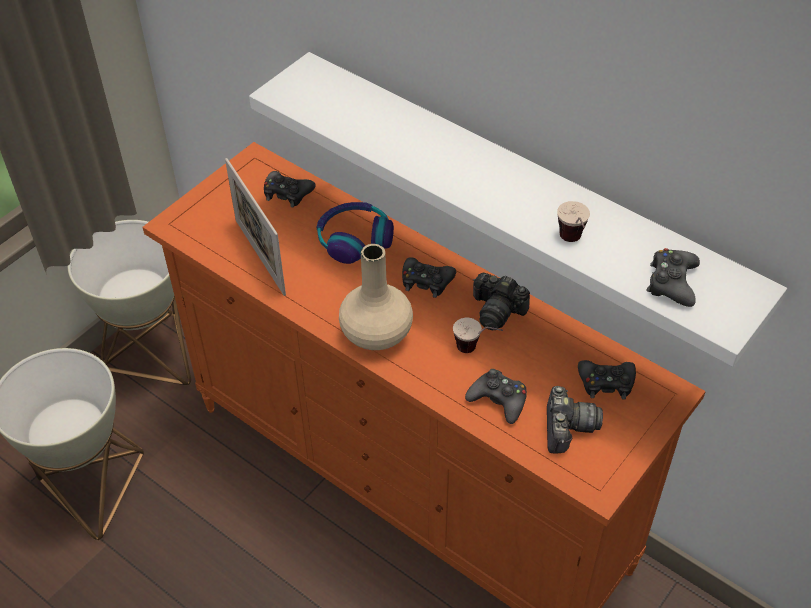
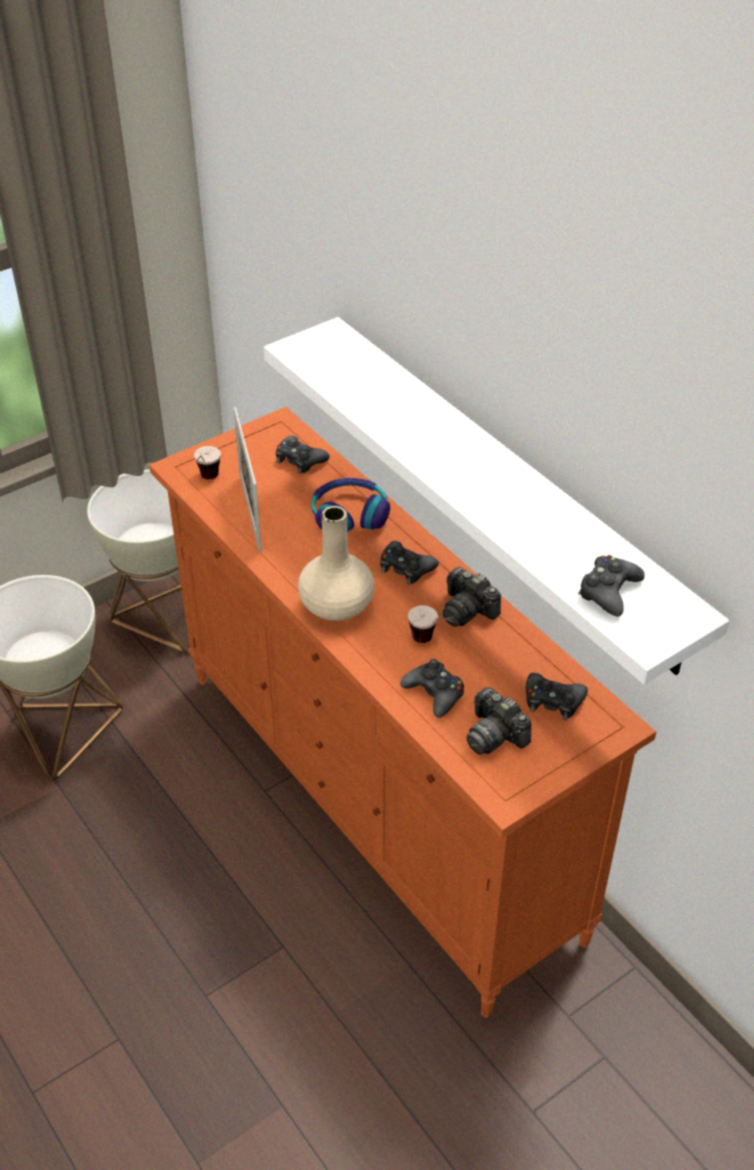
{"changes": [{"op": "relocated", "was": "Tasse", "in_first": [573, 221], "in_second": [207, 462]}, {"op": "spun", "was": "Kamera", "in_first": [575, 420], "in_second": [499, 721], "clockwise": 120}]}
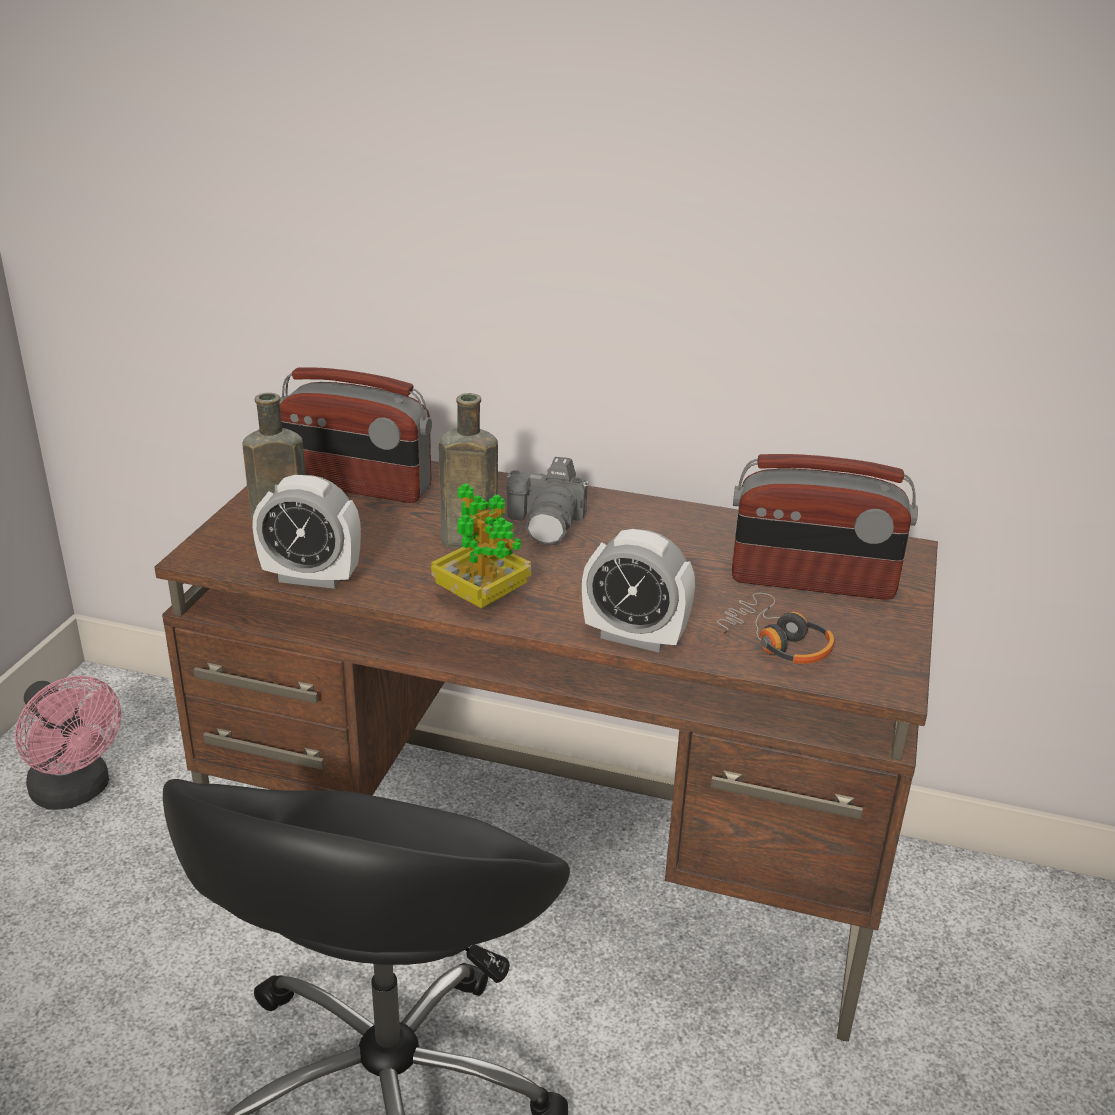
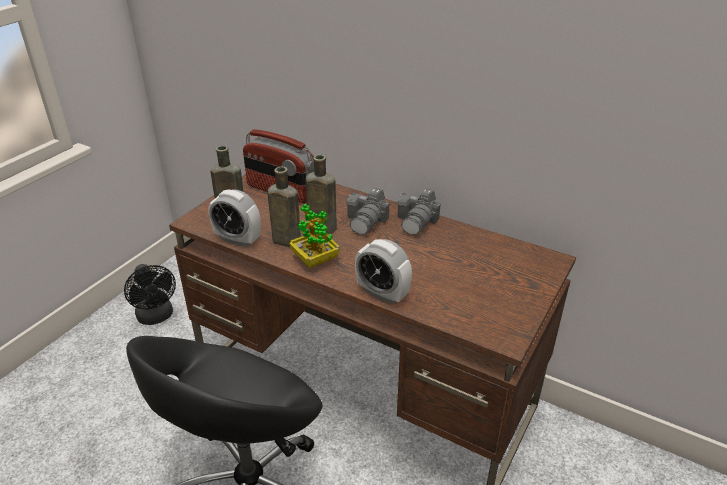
{"changes": [{"op": "colour", "was": "Ventilator [rosa]", "now": "Ventilator [schwarz]", "in_first": [68, 743], "in_second": [150, 294]}, {"op": "appeared", "now": "Flasche [braun]", "in_second": [284, 206]}, {"op": "appeared", "now": "Kamera", "in_second": [418, 211]}, {"op": "missing", "was": "Kopfhörer", "in_first": [775, 628]}, {"op": "missing", "was": "Radio", "in_first": [825, 527]}]}
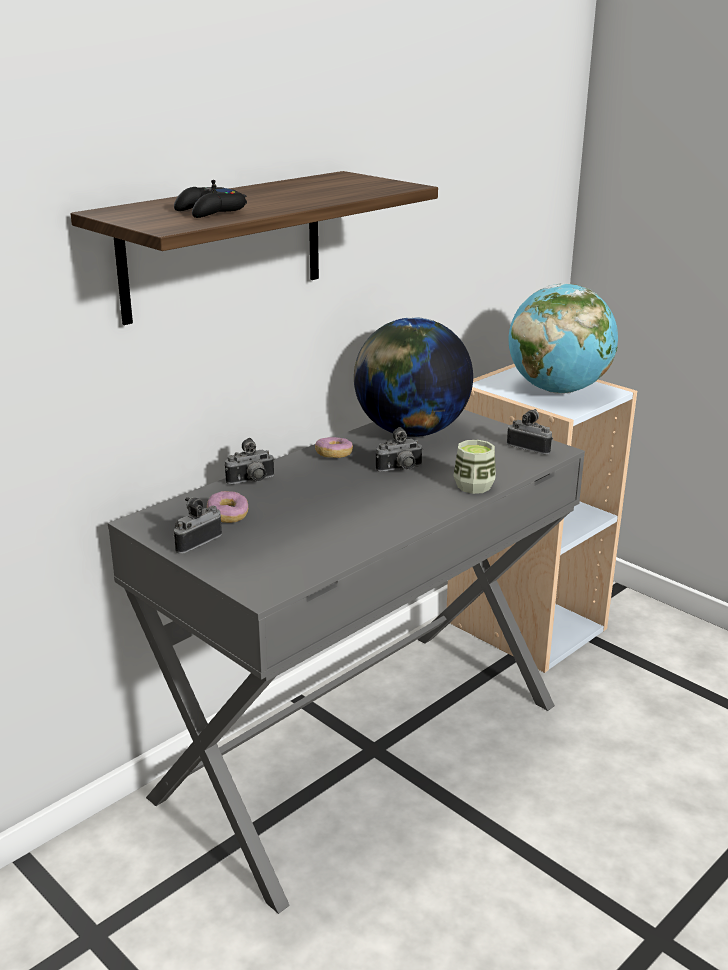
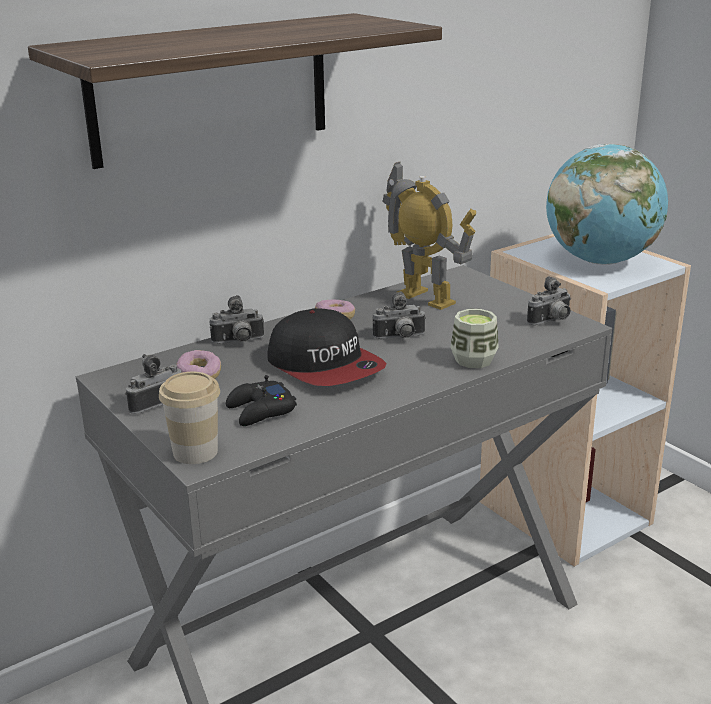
{"changes": [{"op": "appeared", "now": "Tasse", "in_second": [189, 418]}, {"op": "relocated", "was": "Gamepad [schwarz]", "in_first": [210, 199], "in_second": [261, 400]}, {"op": "appeared", "now": "Kappe", "in_second": [327, 347]}, {"op": "exchanged", "was": "Globus", "now": "Spielzeugroboter", "in_first": [413, 377], "in_second": [429, 235]}, {"op": "spun", "was": "Kamera", "in_first": [530, 432], "in_second": [549, 300], "clockwise": 105}]}
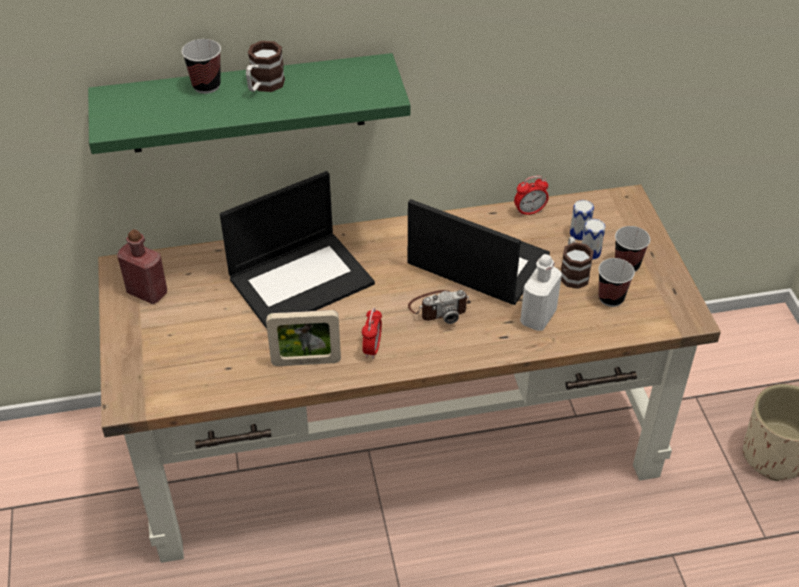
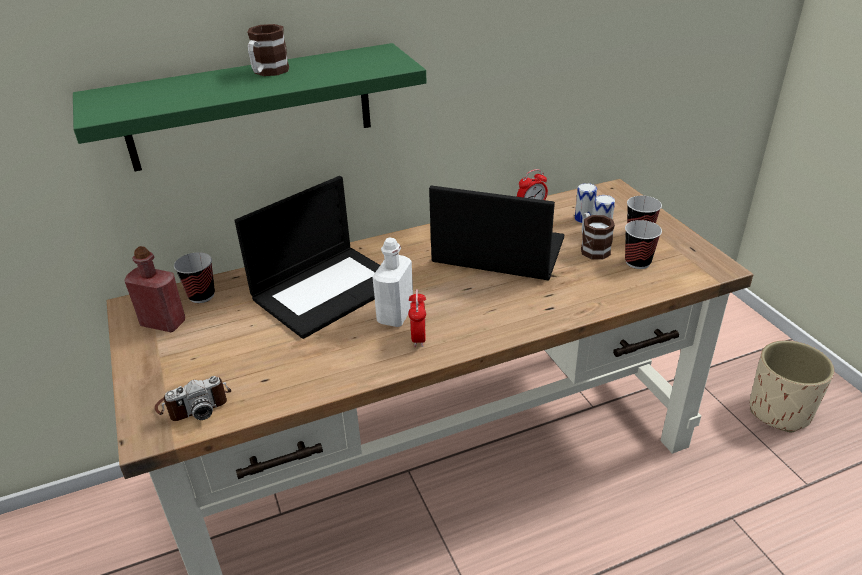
{"changes": [{"op": "relocated", "was": "Kamera", "in_first": [439, 307], "in_second": [193, 398]}, {"op": "relocated", "was": "Tasse", "in_first": [201, 66], "in_second": [194, 277]}, {"op": "relocated", "was": "Flasche [weiß]", "in_first": [541, 292], "in_second": [392, 282]}, {"op": "missing", "was": "Bilderrahmen", "in_first": [303, 338]}]}
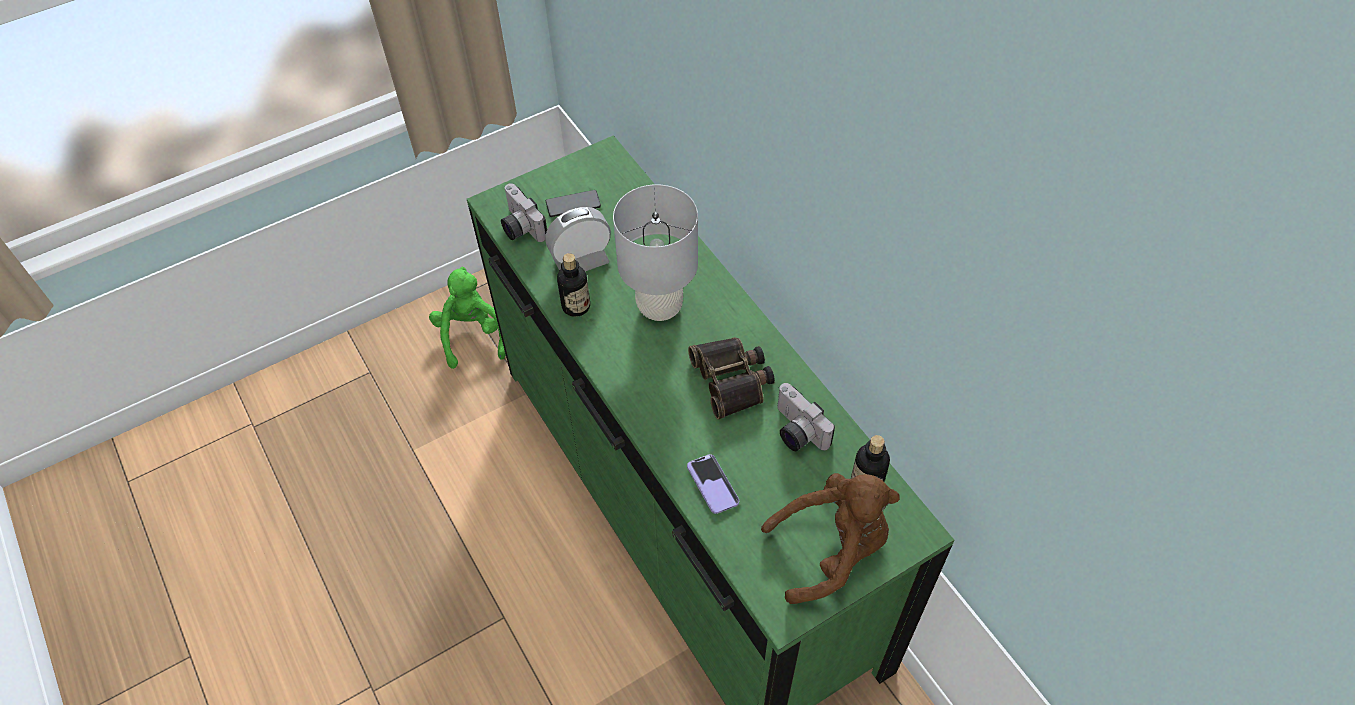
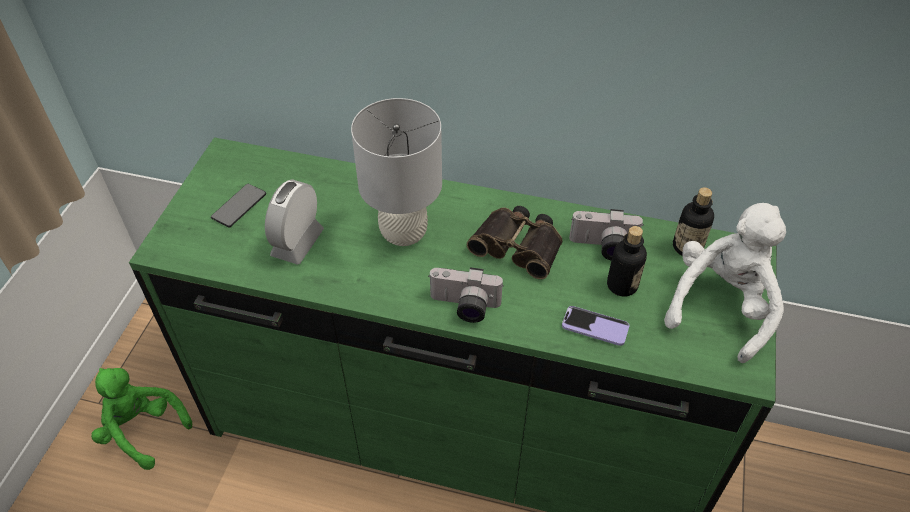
{"changes": [{"op": "relocated", "was": "Kamera", "in_first": [524, 212], "in_second": [466, 295]}, {"op": "relocated", "was": "Flasche", "in_first": [573, 285], "in_second": [627, 261]}, {"op": "colour", "was": "Plüschtier [braun]", "now": "Plüschtier [weiß]", "in_first": [830, 538], "in_second": [725, 283]}]}
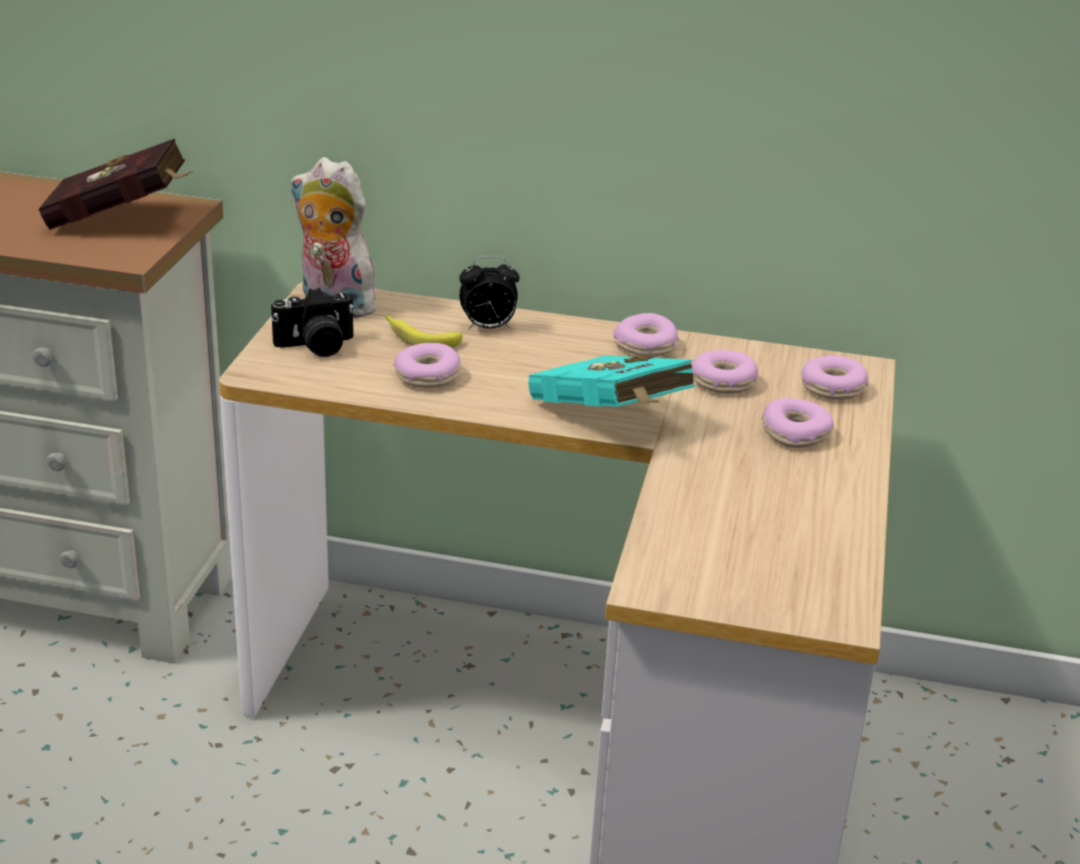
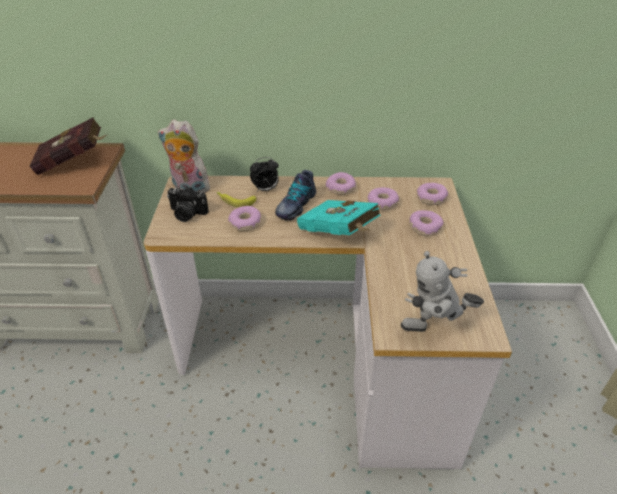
{"changes": [{"op": "spun", "was": "Kamera", "in_first": [313, 322], "in_second": [188, 204], "clockwise": 45}, {"op": "appeared", "now": "Schuh", "in_second": [295, 195]}, {"op": "appeared", "now": "Spielzeugroboter", "in_second": [442, 291]}]}
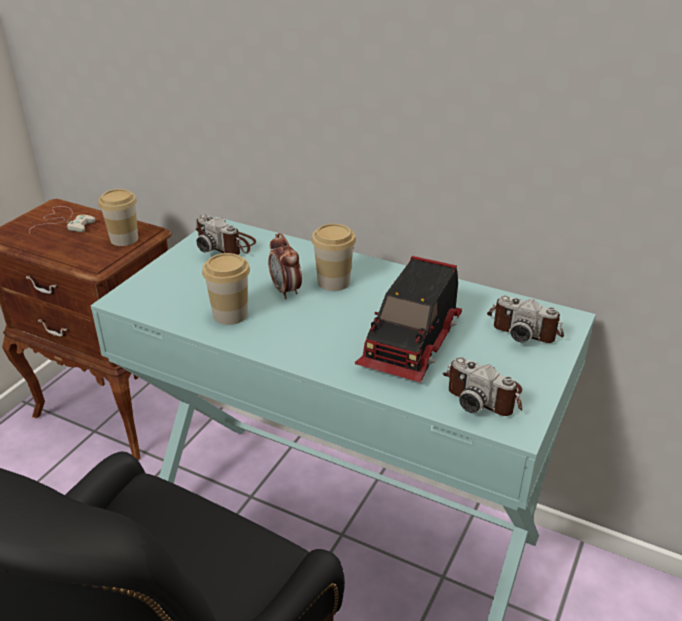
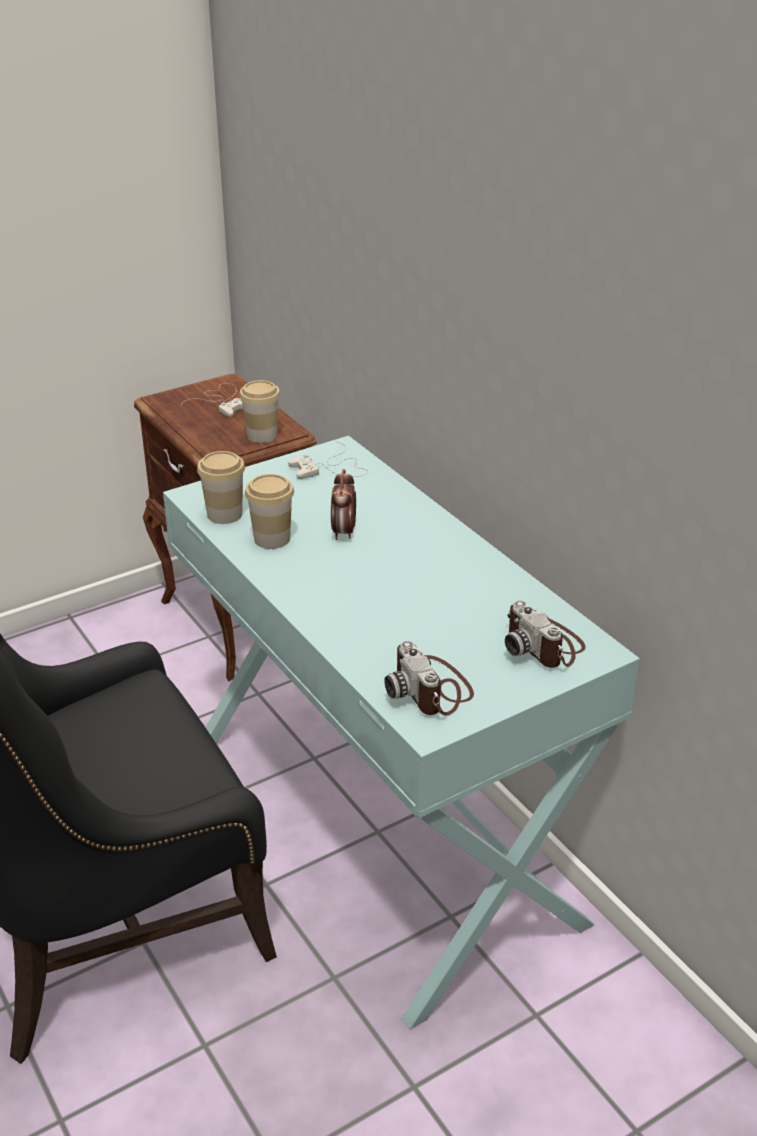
{"changes": [{"op": "relocated", "was": "Tasse", "in_first": [333, 257], "in_second": [221, 487]}, {"op": "exchanged", "was": "Kamera", "now": "Gamepad [weiß]", "in_first": [226, 234], "in_second": [328, 460]}, {"op": "missing", "was": "Spielzeuglaster", "in_first": [408, 319]}]}
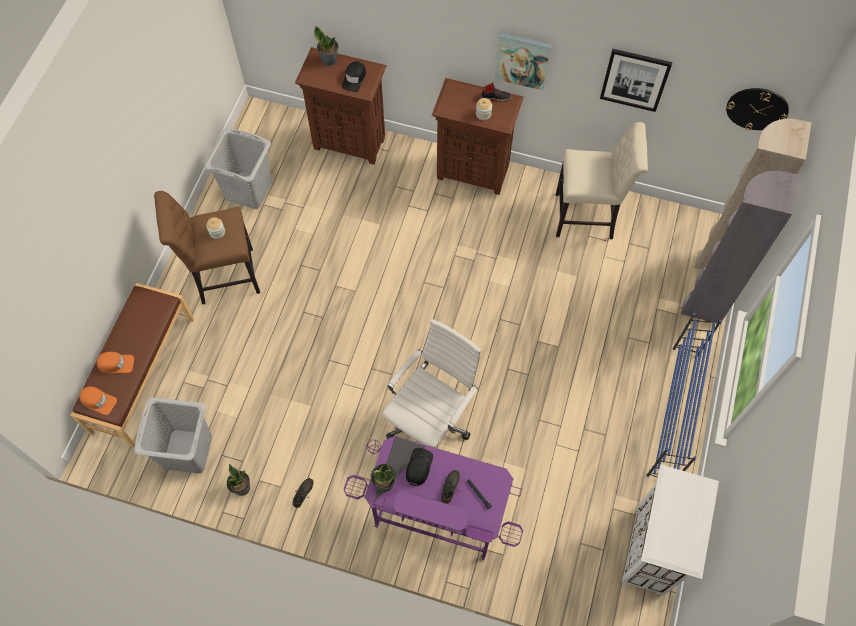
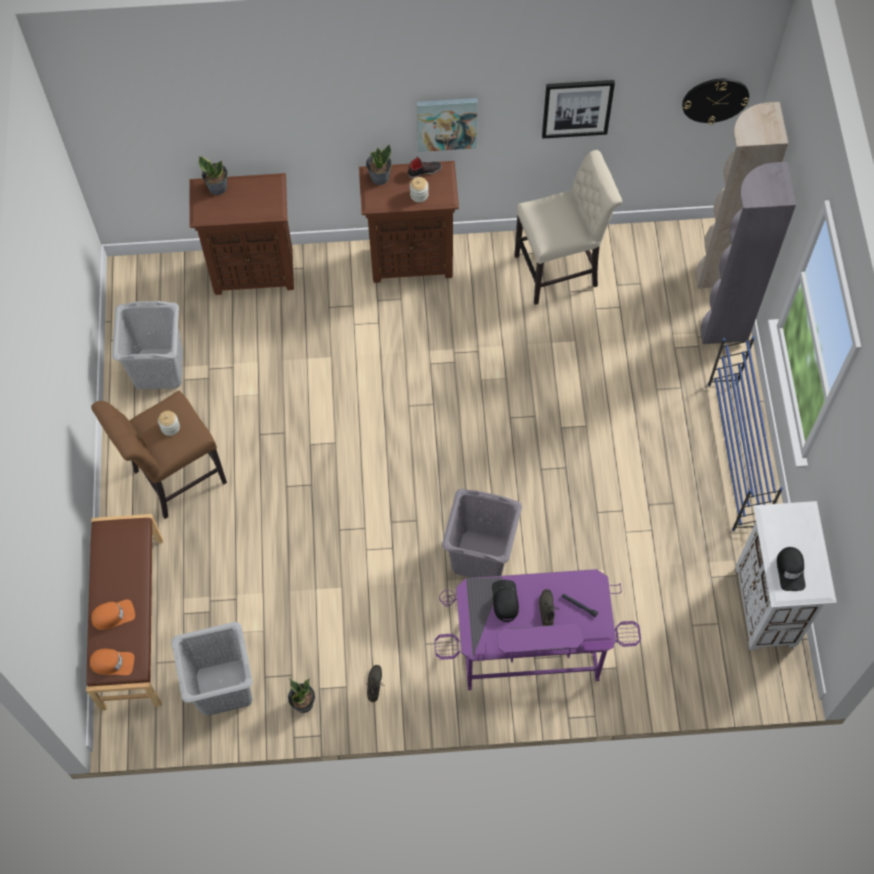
{"changes": [{"op": "relocated", "was": "Topfpflanze", "in_first": [383, 477], "in_second": [379, 165]}, {"op": "exchanged", "was": "Bürostuhl [weiß]", "now": "Wäschekorb [grau]", "in_first": [431, 383], "in_second": [482, 533]}, {"op": "relocated", "was": "Kappe [schwarz]", "in_first": [354, 76], "in_second": [791, 569]}]}
